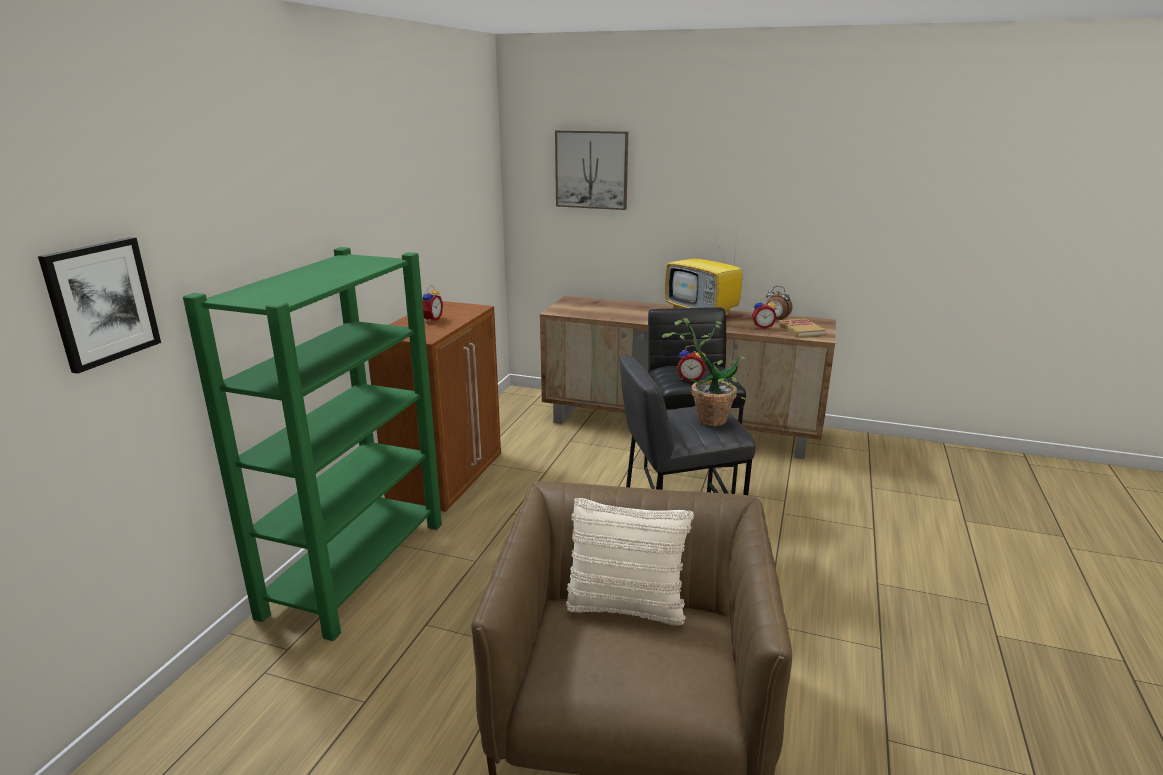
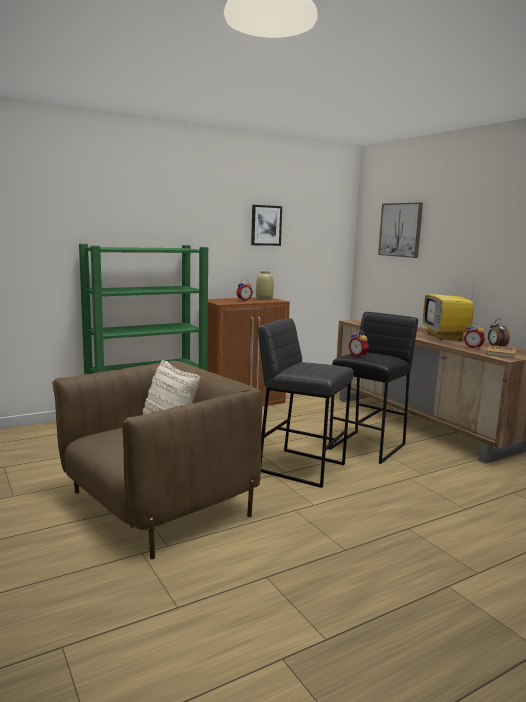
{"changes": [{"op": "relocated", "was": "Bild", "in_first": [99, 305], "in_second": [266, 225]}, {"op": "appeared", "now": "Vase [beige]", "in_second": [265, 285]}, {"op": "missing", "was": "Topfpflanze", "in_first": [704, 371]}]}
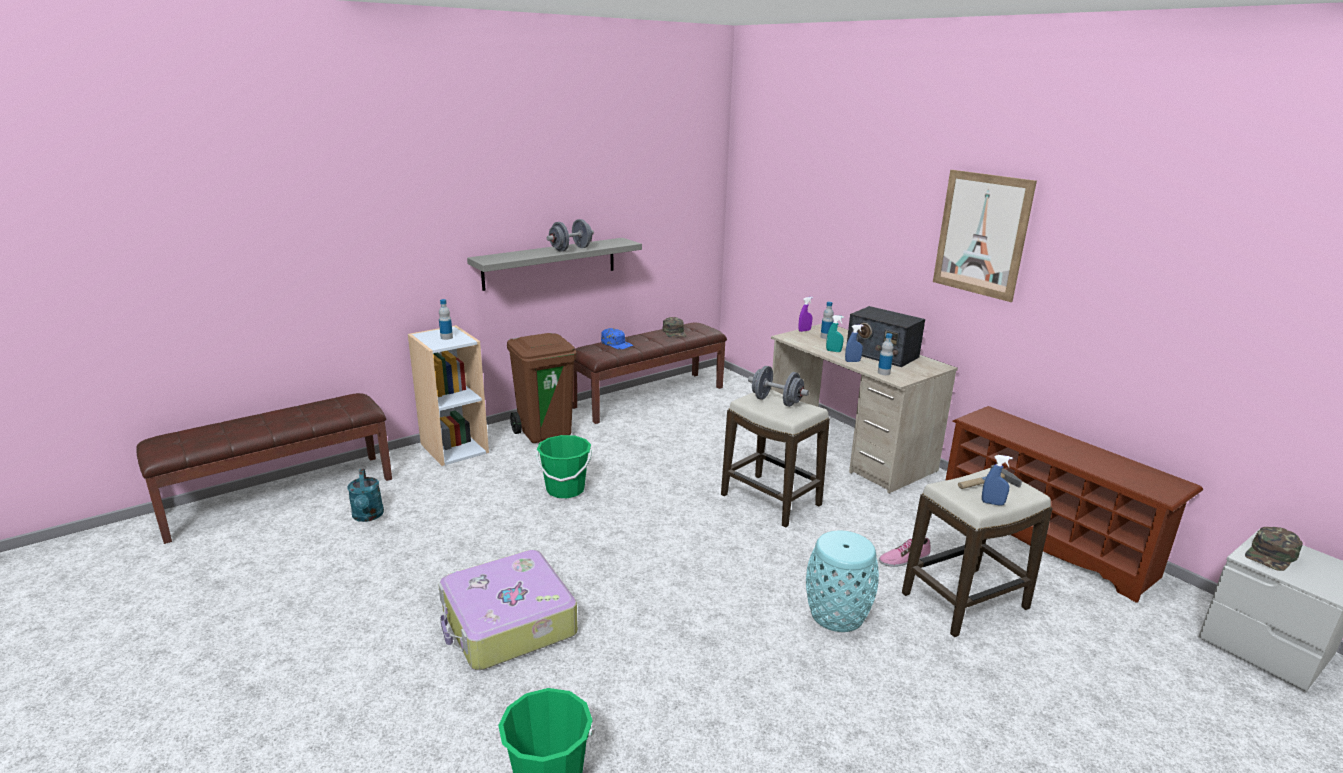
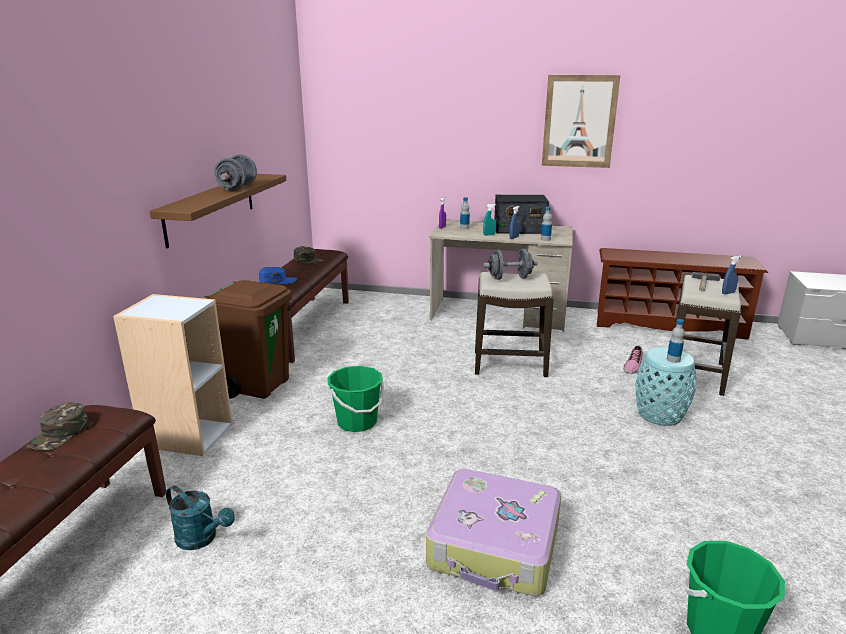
{"changes": [{"op": "relocated", "was": "Kappe [grün]", "in_first": [1274, 549], "in_second": [57, 426]}, {"op": "colour", "was": "Wandregal [grau]", "now": "Wandregal [braun]", "in_first": [554, 264], "in_second": [218, 211]}, {"op": "relocated", "was": "Flasche", "in_first": [446, 319], "in_second": [676, 341]}]}
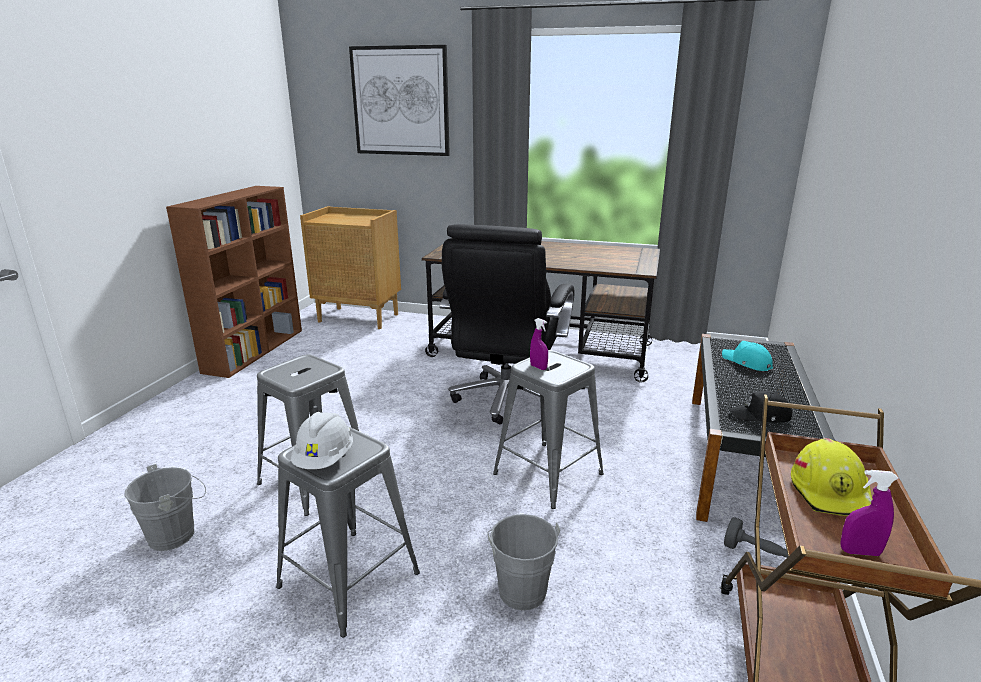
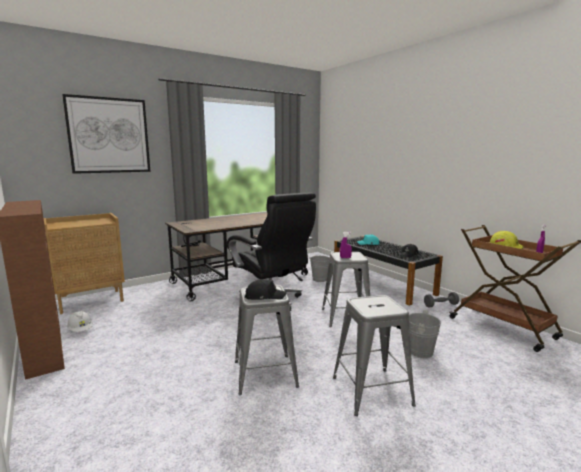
{"changes": [{"op": "relocated", "was": "Schutzhelm [weiß]", "in_first": [322, 440], "in_second": [80, 321]}, {"op": "appeared", "now": "Kappe [schwarz]", "in_second": [266, 289]}, {"op": "relocated", "was": "Eimer [grau]", "in_first": [165, 507], "in_second": [319, 269]}]}
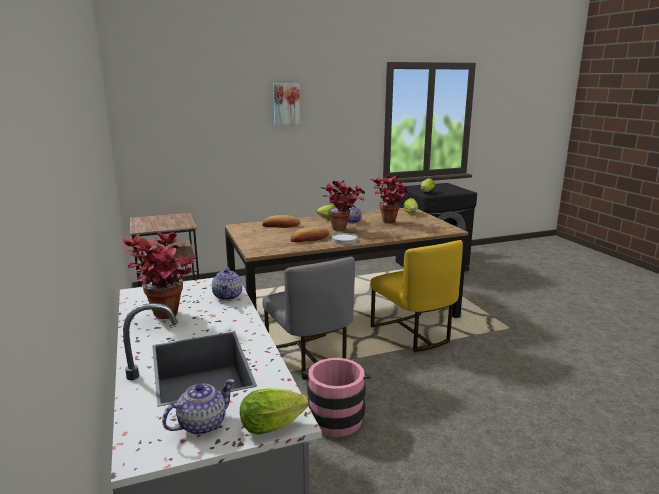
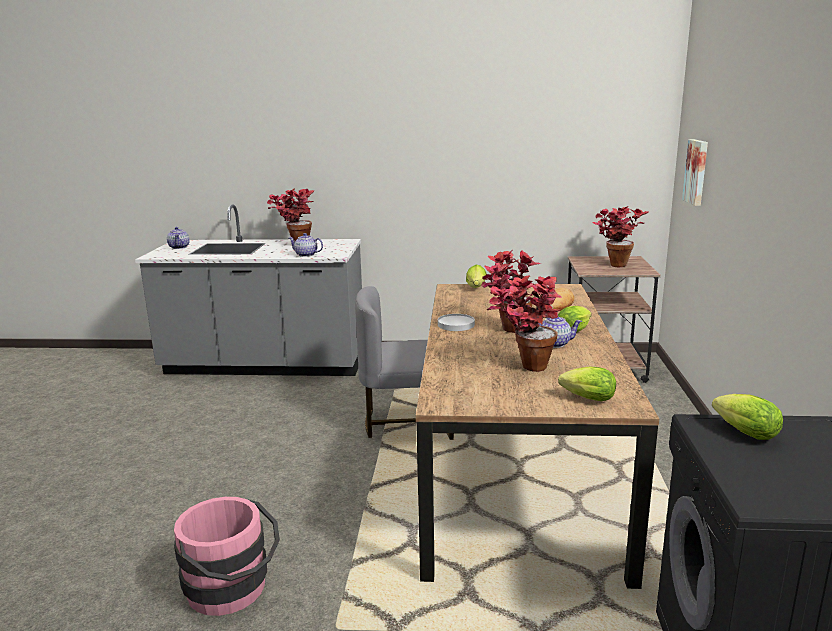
{"changes": [{"op": "relocated", "was": "Eimer [rosa]", "in_first": [337, 397], "in_second": [227, 556]}, {"op": "relocated", "was": "Salatkopf", "in_first": [274, 411], "in_second": [476, 276]}, {"op": "appeared", "now": "Topfpflanze", "in_second": [621, 236]}, {"op": "relocated", "was": "Bild", "in_first": [286, 104], "in_second": [695, 172]}, {"op": "missing", "was": "Brot", "in_first": [309, 234]}, {"op": "missing", "was": "Stuhl [gelb]", "in_first": [416, 296]}]}
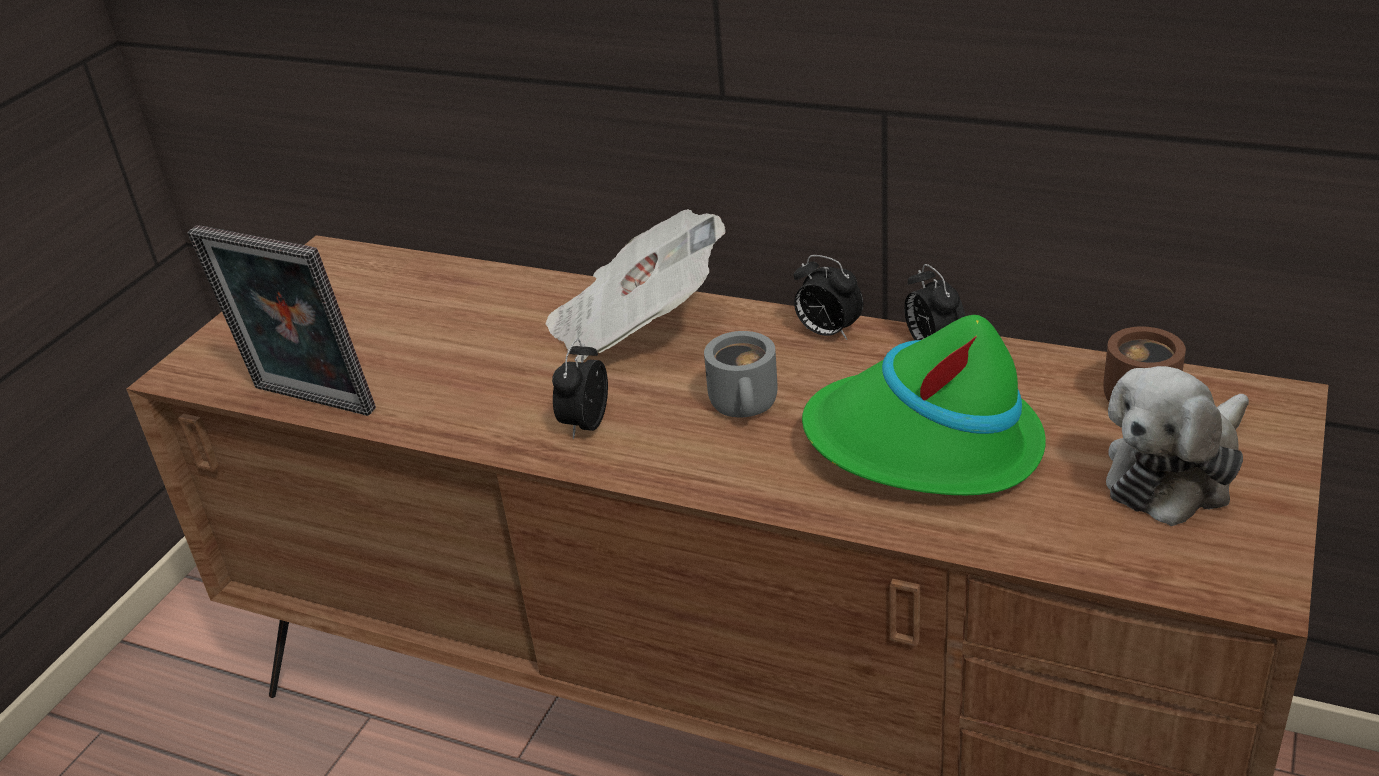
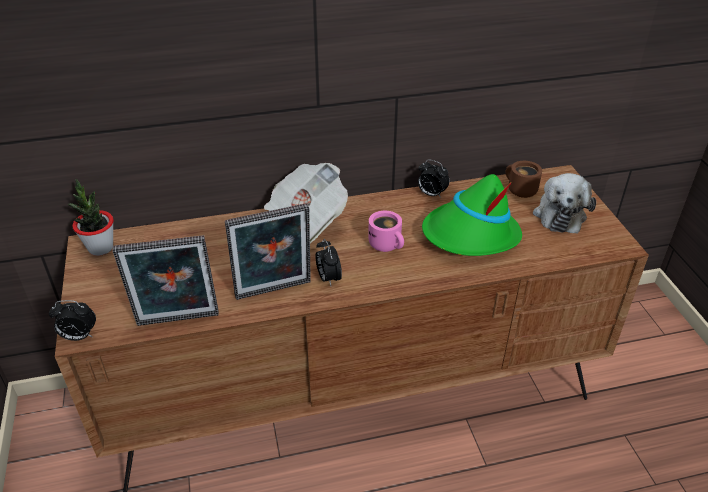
{"changes": [{"op": "relocated", "was": "Wecker", "in_first": [828, 297], "in_second": [72, 320]}, {"op": "appeared", "now": "Topfpflanze", "in_second": [90, 217]}, {"op": "appeared", "now": "Bilderrahmen", "in_second": [268, 251]}, {"op": "colour", "was": "Henkelbecher [grau]", "now": "Henkelbecher [rosa]", "in_first": [741, 374], "in_second": [386, 231]}]}
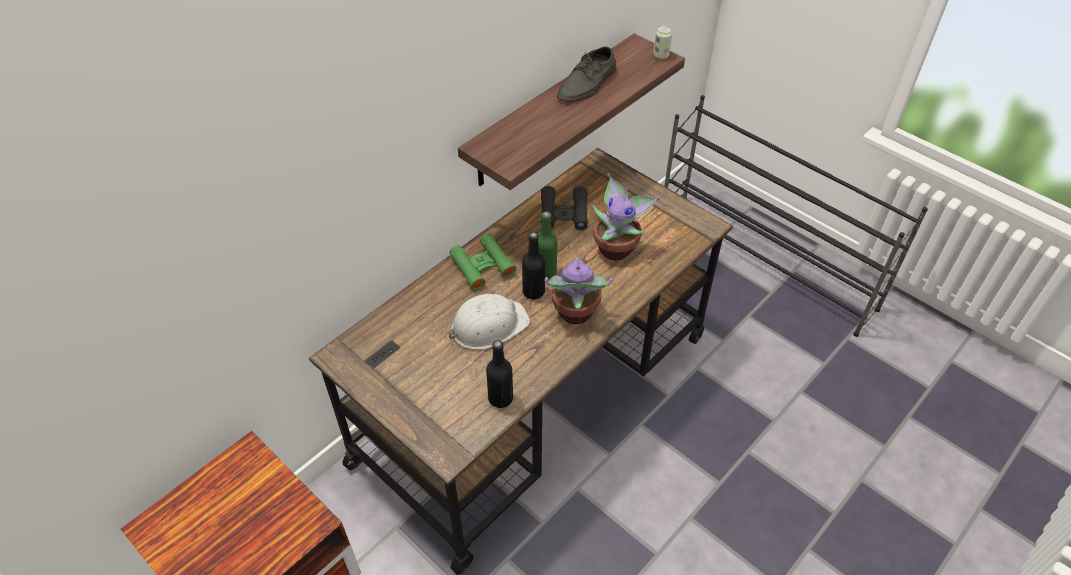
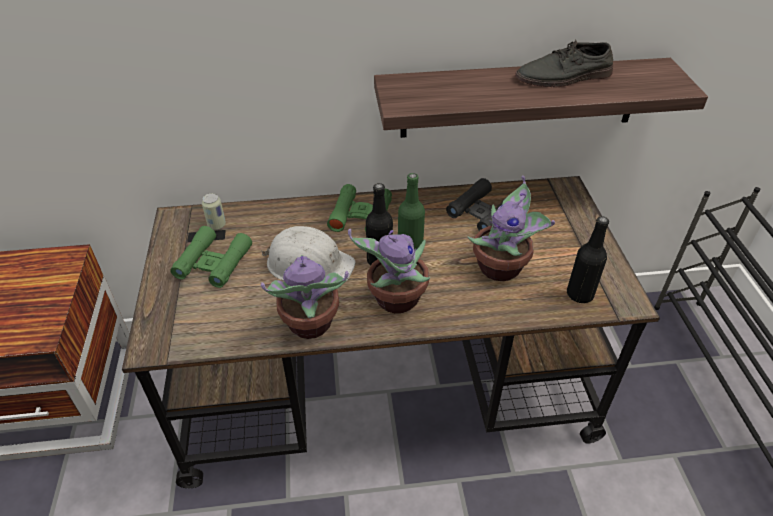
{"changes": [{"op": "appeared", "now": "Fernglas [grün]", "in_second": [211, 257]}, {"op": "relocated", "was": "Dose", "in_first": [662, 42], "in_second": [214, 211]}, {"op": "appeared", "now": "Topfpflanze", "in_second": [305, 297]}, {"op": "relocated", "was": "Flasche [schwarz]", "in_first": [499, 374], "in_second": [588, 259]}]}
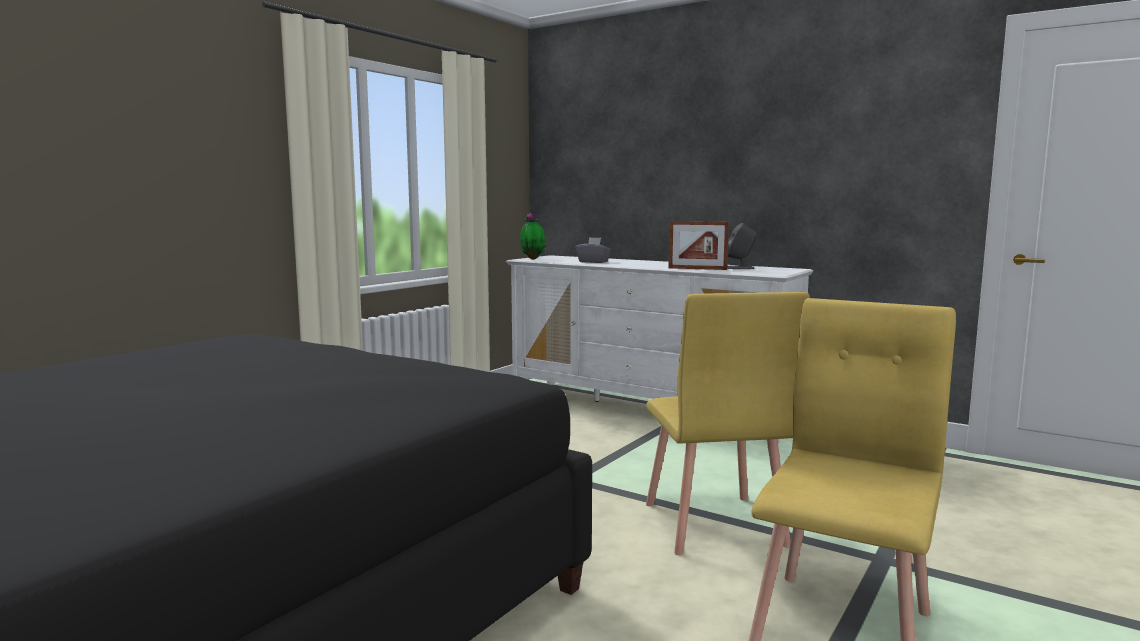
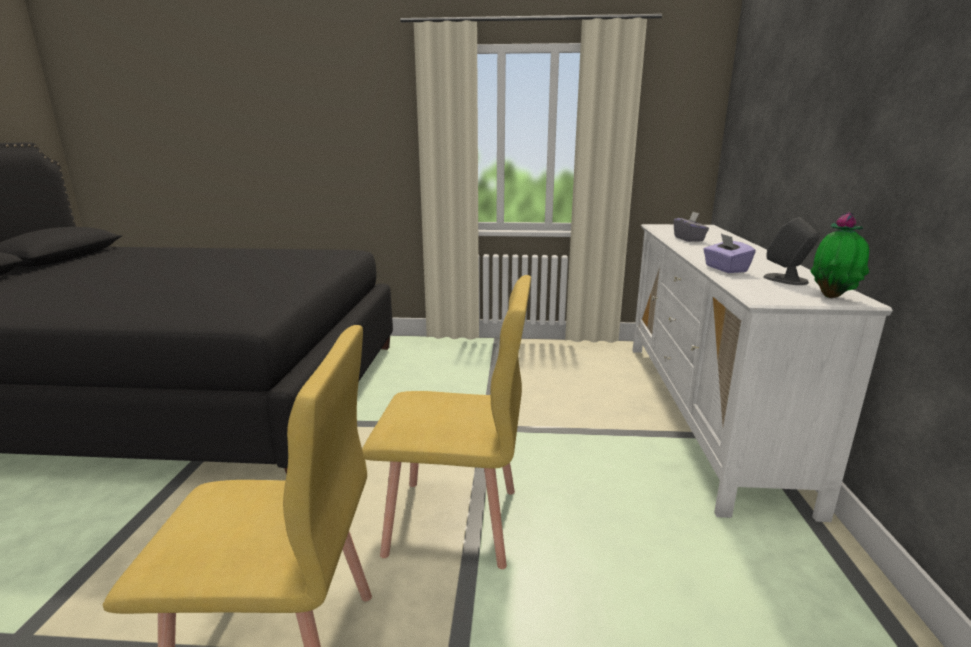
{"changes": [{"op": "spun", "was": "Stuhl [gelb]", "in_first": [728, 423], "in_second": [446, 422], "clockwise": -135}, {"op": "exchanged", "was": "Bilderrahmen", "now": "Taschentuchbox [lila]", "in_first": [698, 245], "in_second": [729, 253]}, {"op": "relocated", "was": "Topfpflanze", "in_first": [533, 236], "in_second": [839, 255]}]}
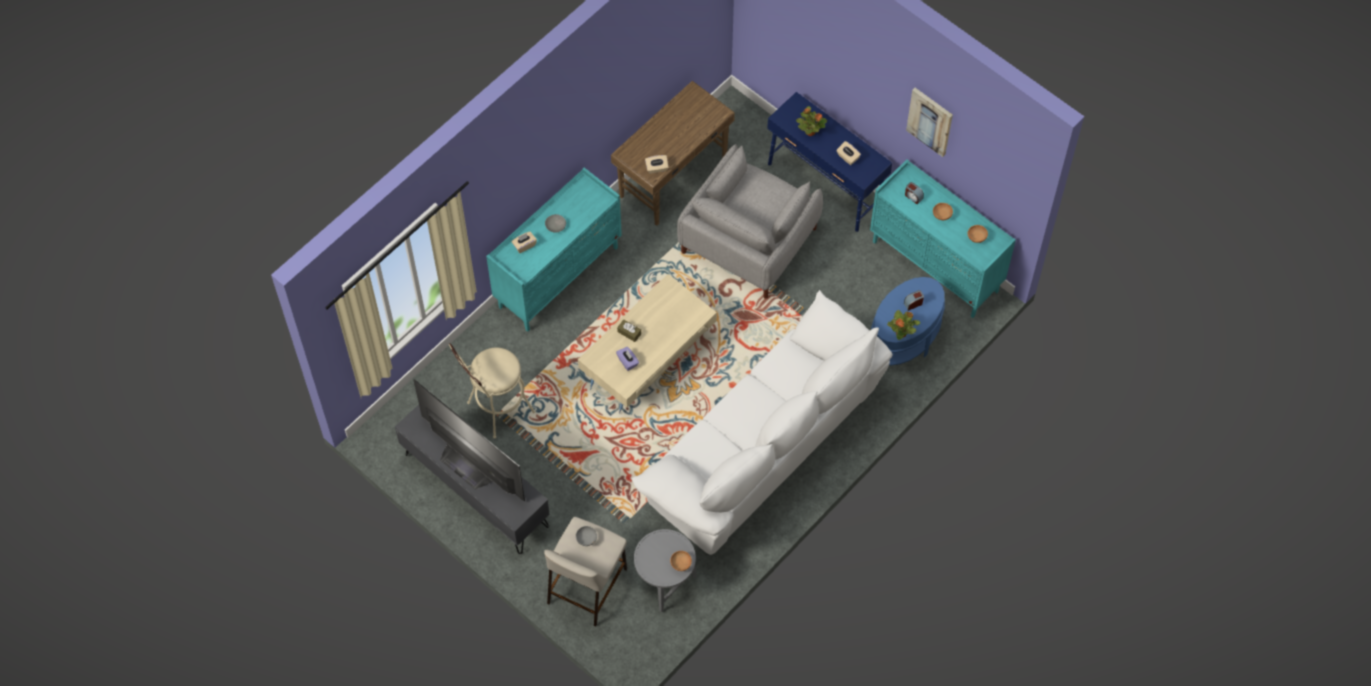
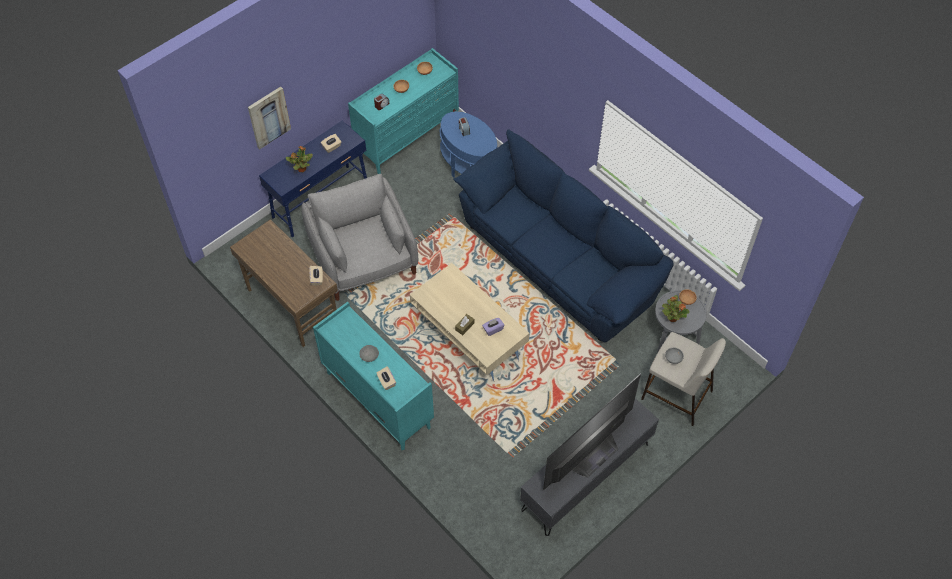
{"changes": [{"op": "relocated", "was": "Bild", "in_first": [929, 122], "in_second": [269, 118]}, {"op": "spun", "was": "Sessel [grau]", "in_first": [750, 221], "in_second": [359, 237], "clockwise": -150}, {"op": "colour", "was": "Sofa [weiß]", "now": "Sofa [blau]", "in_first": [762, 422], "in_second": [564, 235]}, {"op": "relocated", "was": "Topfpflanze", "in_first": [903, 325], "in_second": [676, 308]}, {"op": "missing", "was": "Hocker [beige]", "in_first": [492, 391]}]}
